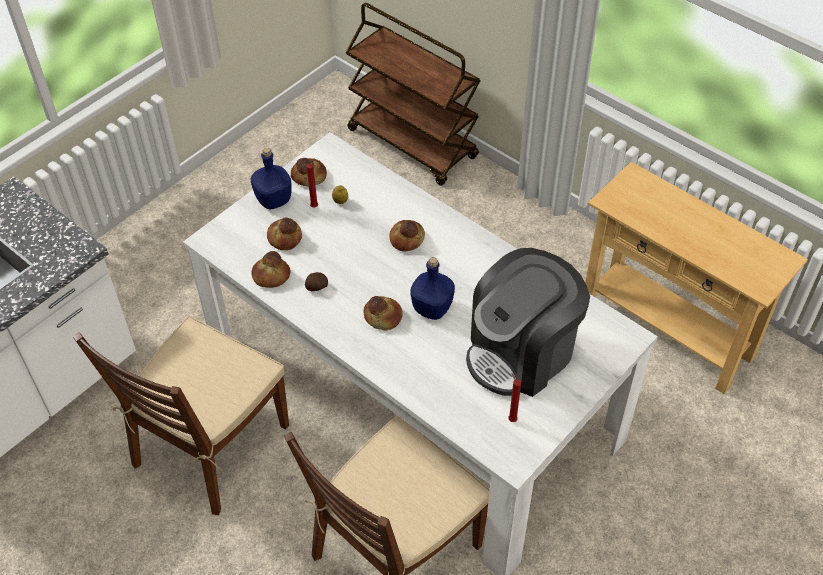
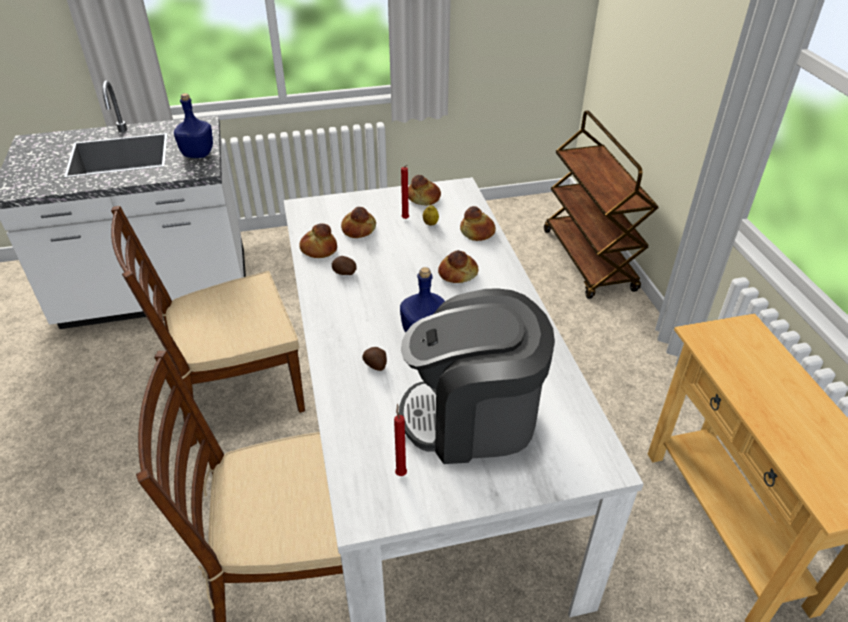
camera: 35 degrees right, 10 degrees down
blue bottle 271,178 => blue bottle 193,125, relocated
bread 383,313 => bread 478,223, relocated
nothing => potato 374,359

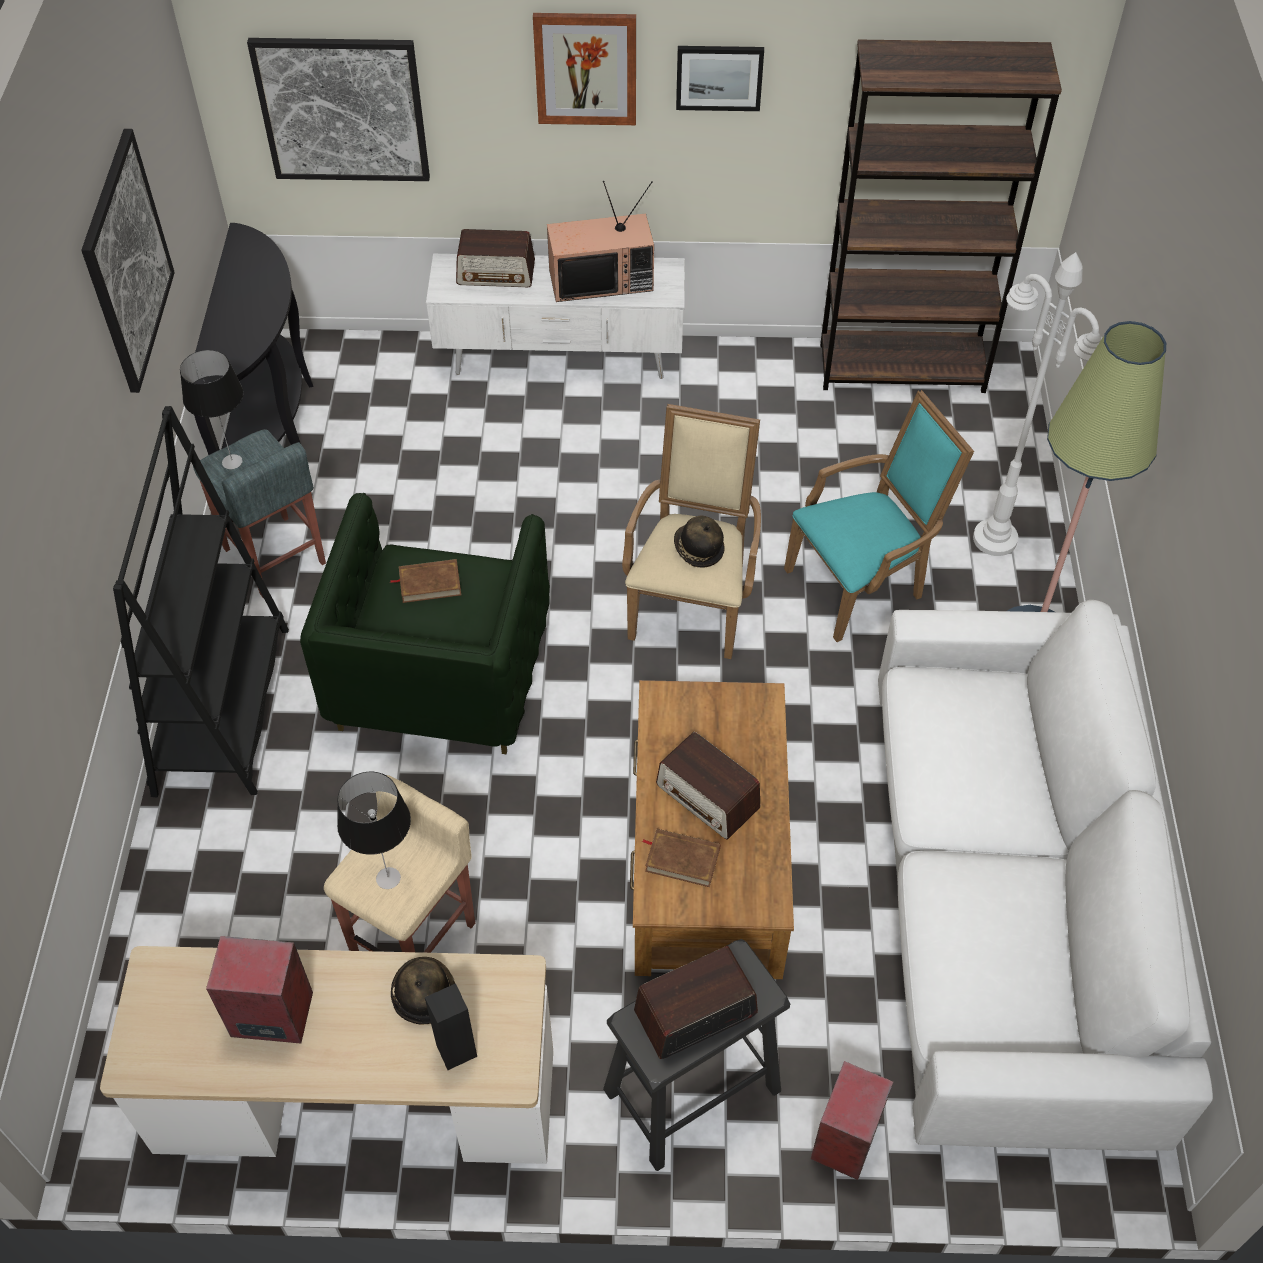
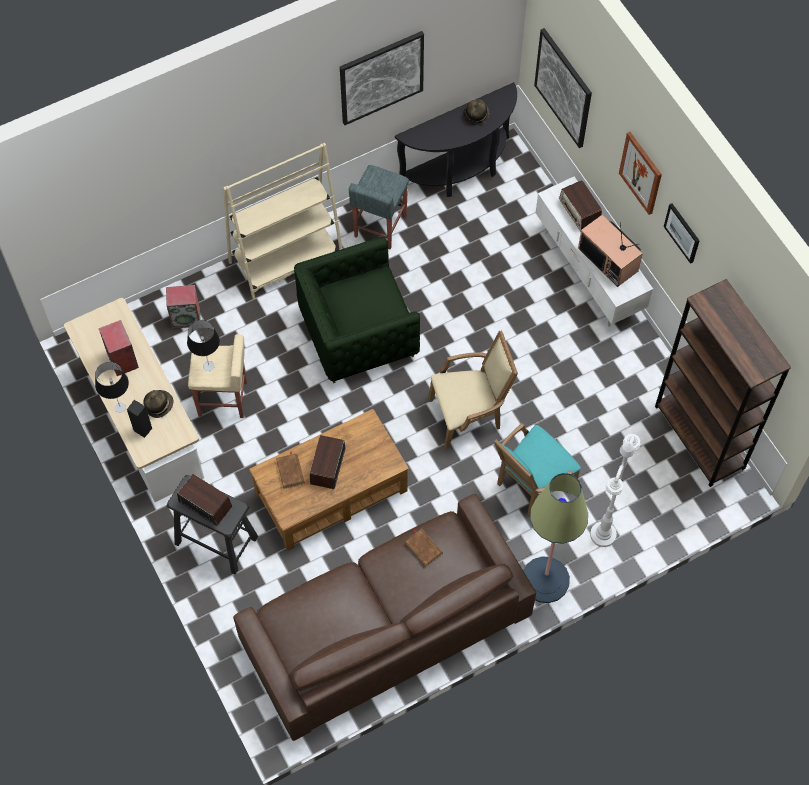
camera: 60 degrees right, 10 degrees up
black bookcase 201,602 => beige bookcase 283,221
table lamp 211,409 => table lamp 112,387, relocated
brown book 425,581 => brown book 424,548, relocated
hat 699,541 => hat 476,112, relocated
turquoise armchair 879,516 => turquoise armchair 537,470, 105 degrees clockwise
speaker 852,1120 => speaker 183,307, relocated
white sofa 1045,875 => brown sofa 384,617

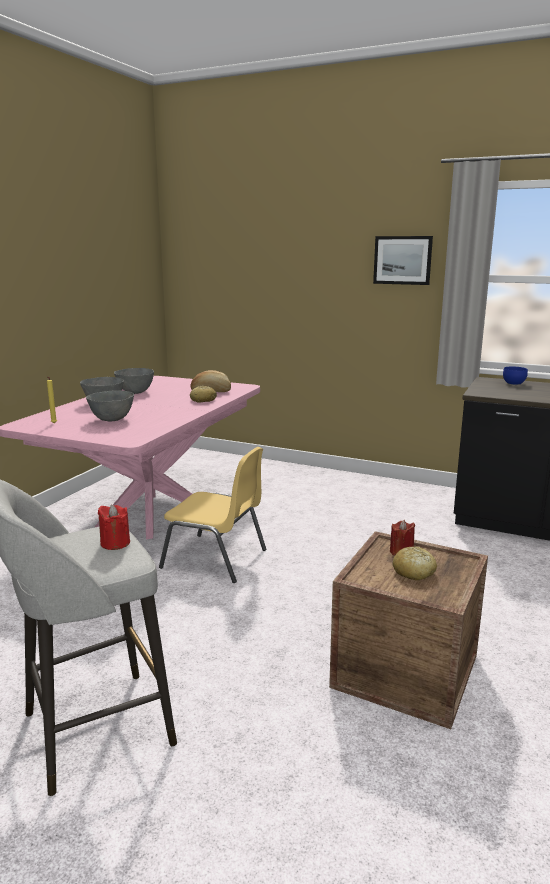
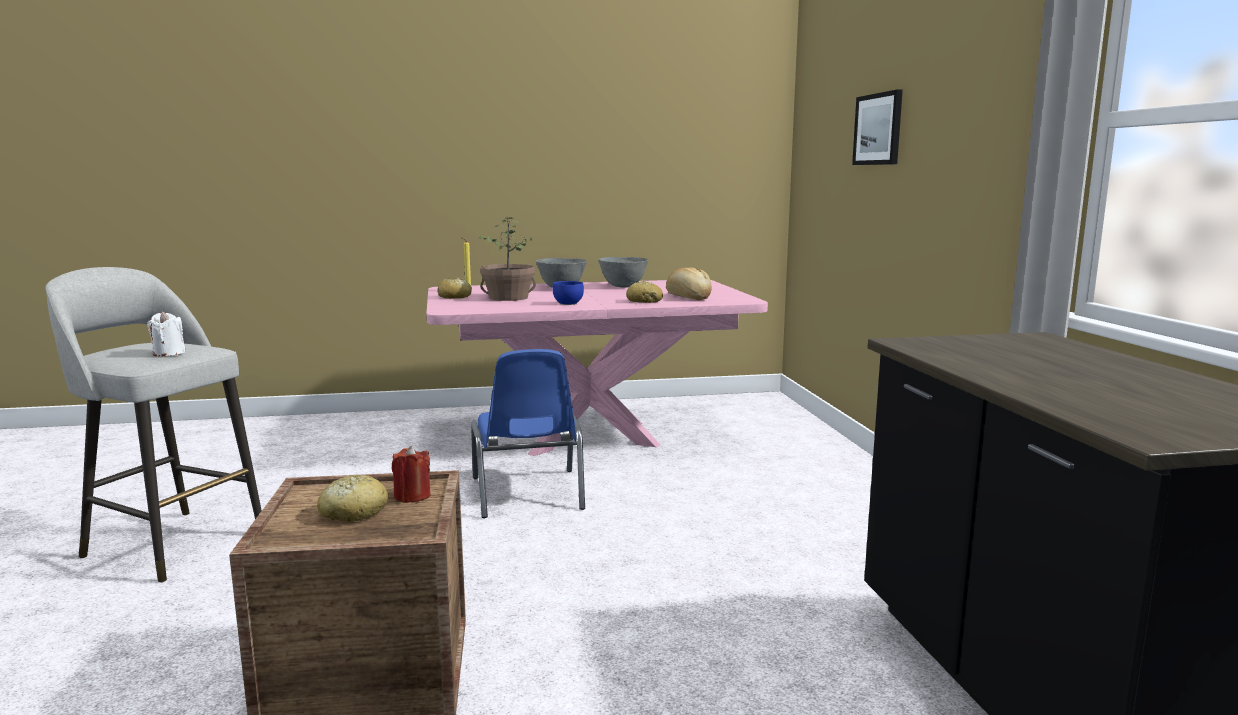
camera: 55 degrees right, 5 degrees down
grey bowl 110,406 => potted plant 507,258
red candle 114,527 => white candle 166,333
yellow chair 212,515 => blue chair 528,433
picture 403,260 => picture 877,127, relocated
blue bowl 515,376 => blue bowl 568,293, relocated
nothing => bread 454,288

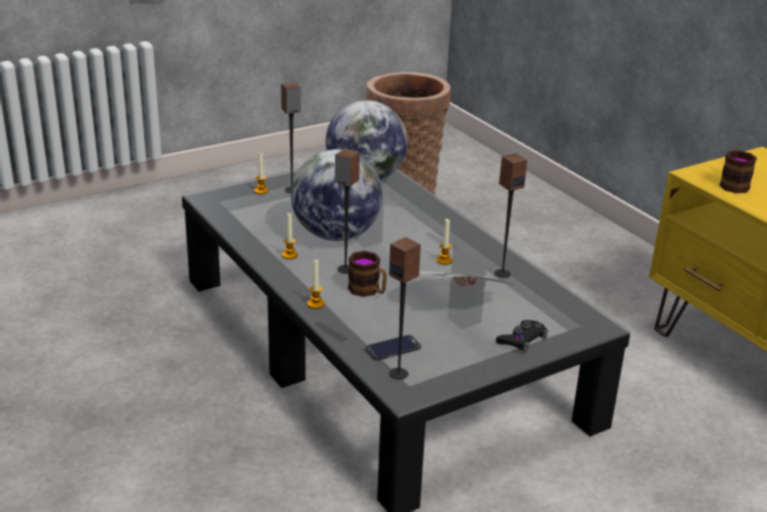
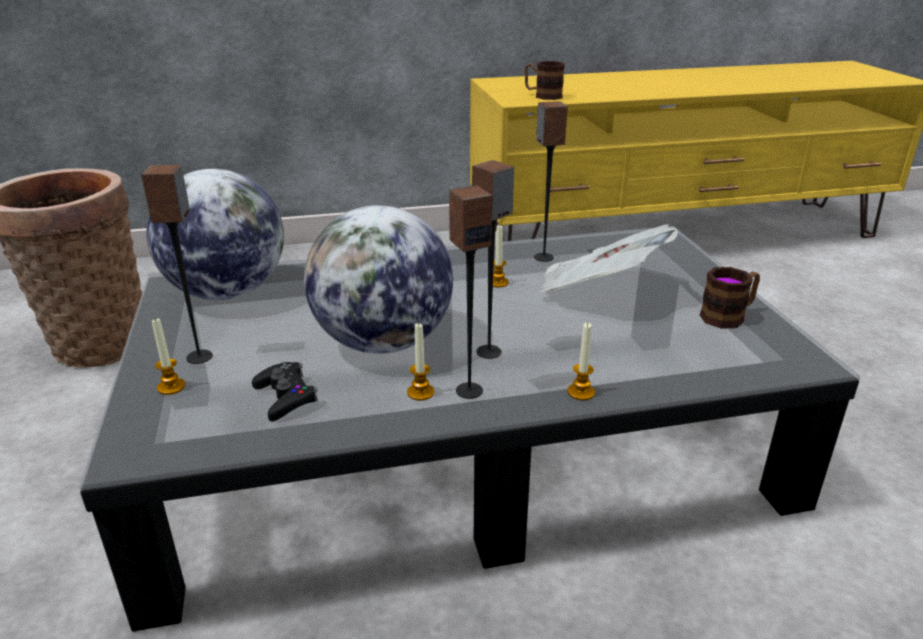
camera: 70 degrees left, 0 degrees up
mug 367,274 => mug 730,298, relocated
phone 393,347 => nothing
speaker 405,308 => speaker 470,292, relocated
black game controller 522,336 => black game controller 285,391, relocated

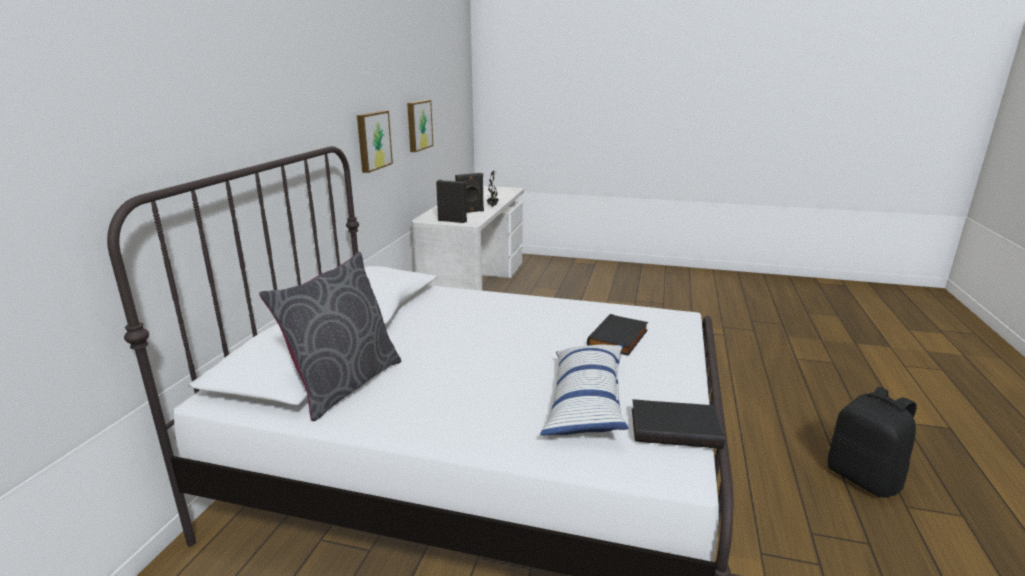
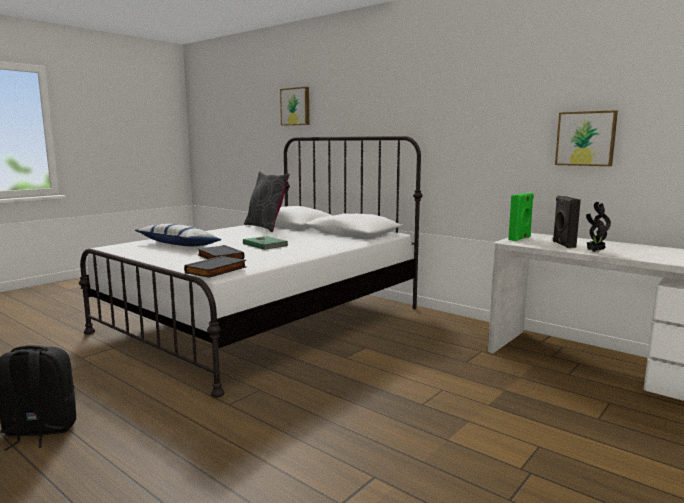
camera: 115 degrees right, 10 degrees down
picture 375,142 => picture 294,106, relocated
black speaker 451,201 => green speaker 521,217
black book 678,424 => black book 215,267, relocated
nothing => green book 266,243

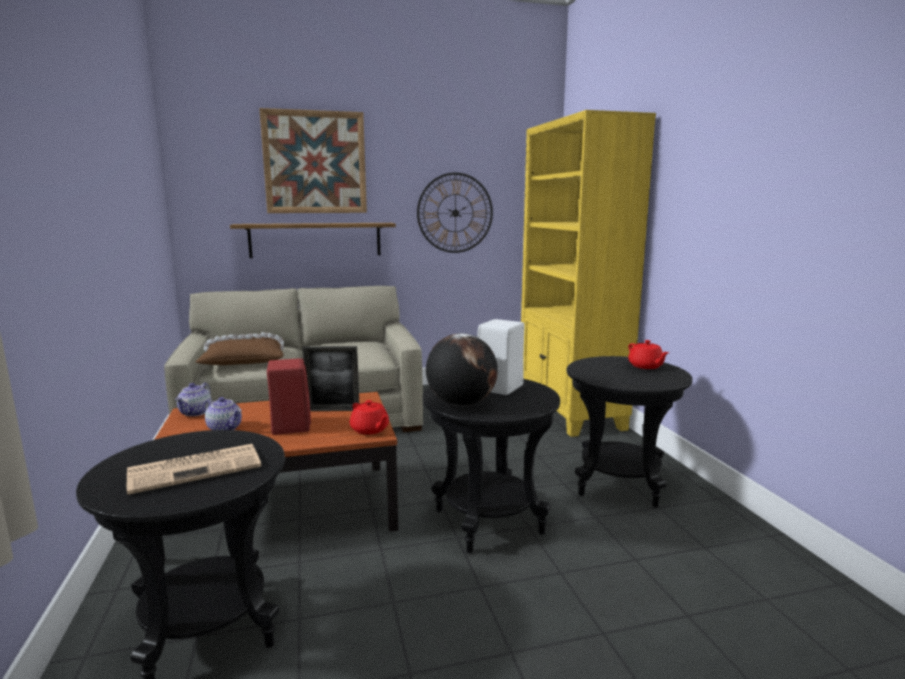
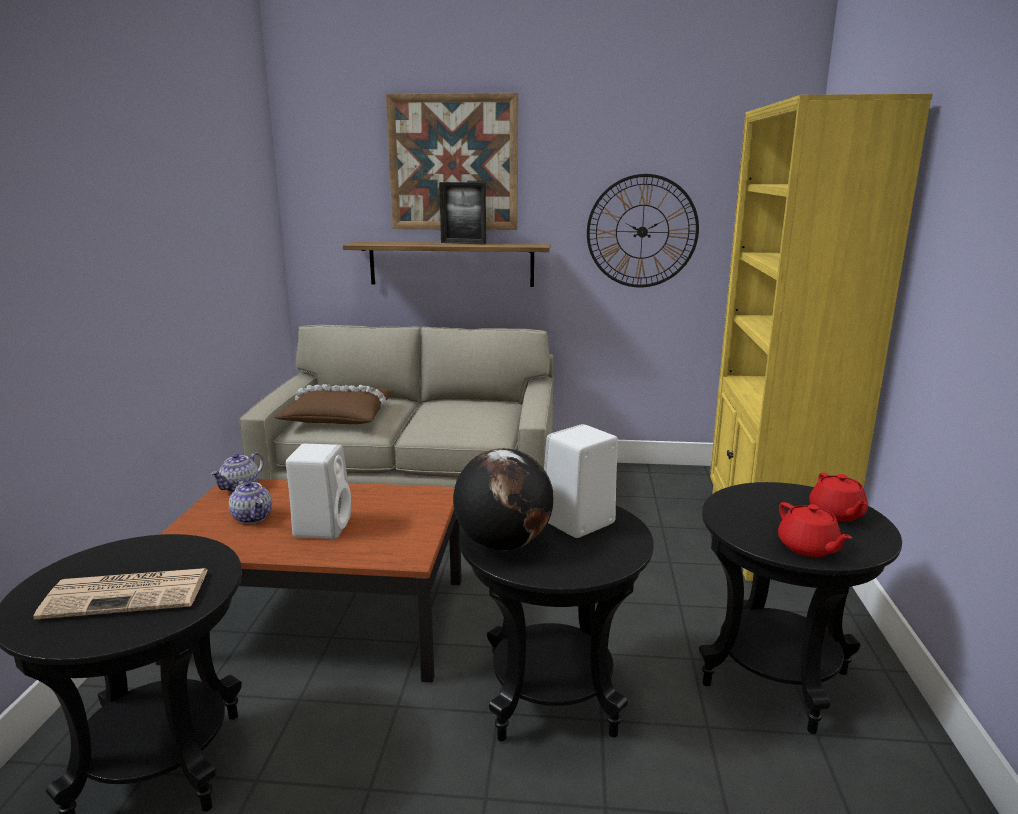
camera: 20 degrees right, 5 degrees up
red speaker 289,396 => white speaker 318,491
picture frame 330,378 => picture frame 462,213, relocated
red teapot 369,417 => red teapot 815,529, relocated

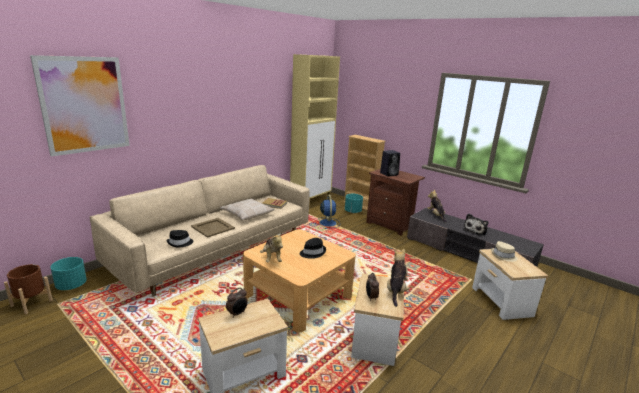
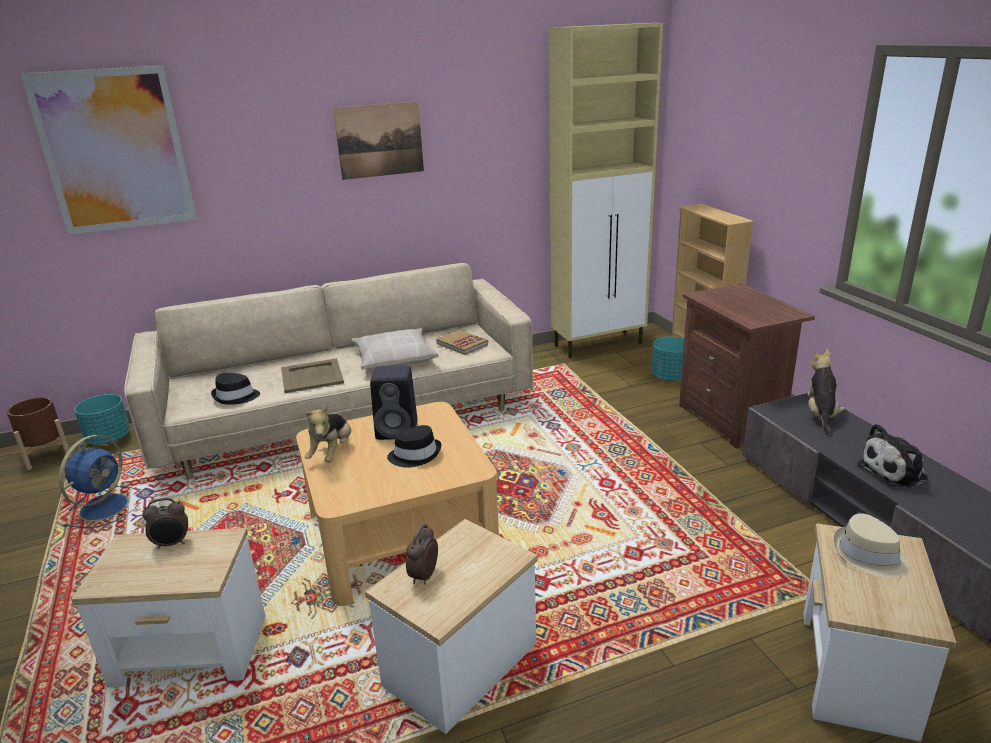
camera: 30 degrees right, 5 degrees up
blue fan 328,212 => blue fan 100,481, relocated
black speaker 390,163 => black speaker 394,402, relocated
plush toy 398,278 => nothing
nothing => picture 378,140

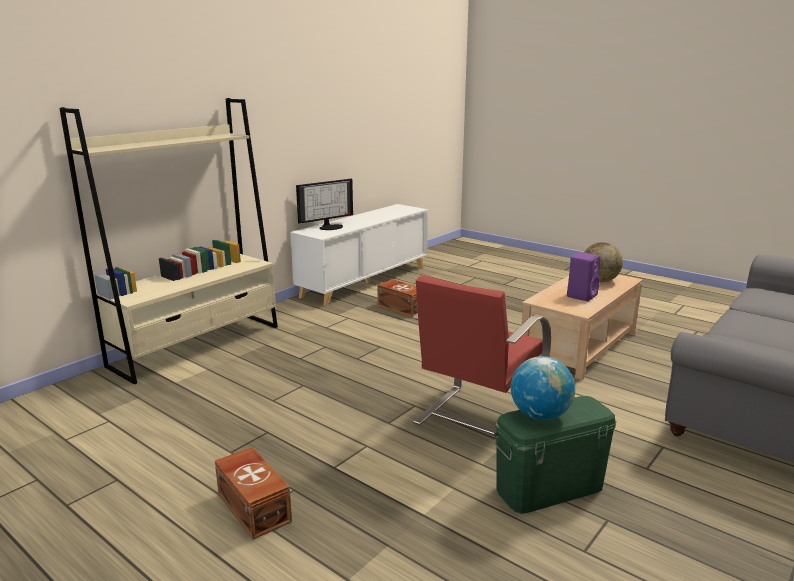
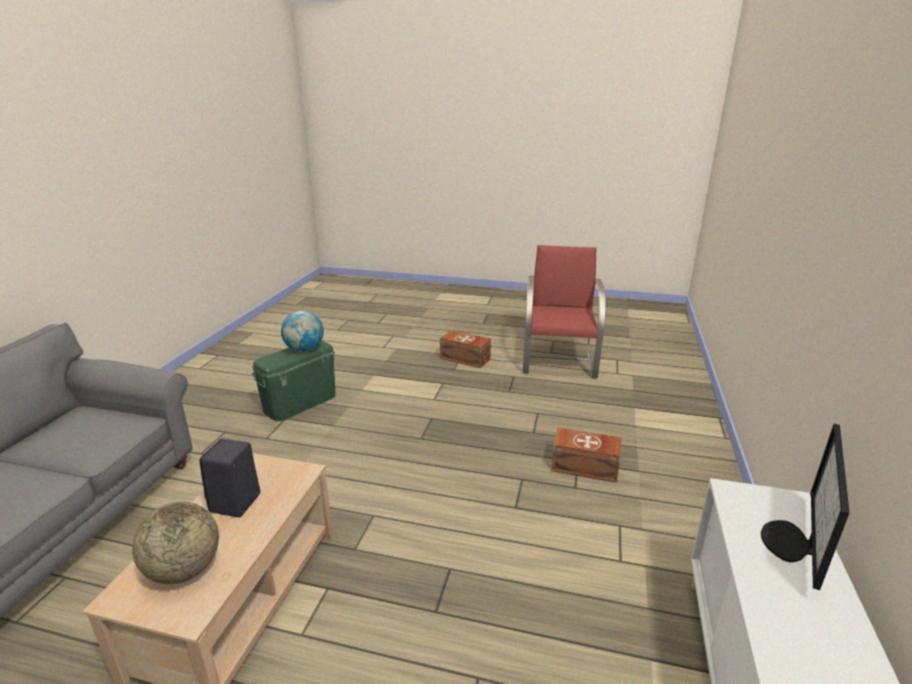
camera: 155 degrees right, 5 degrees up
beige bookcase 168,241 => nothing
brown storage box 397,298 => brown storage box 586,455, relocated
red armchair 482,355 => red armchair 564,311, relocated
purple speaker 583,276 => black speaker 229,477

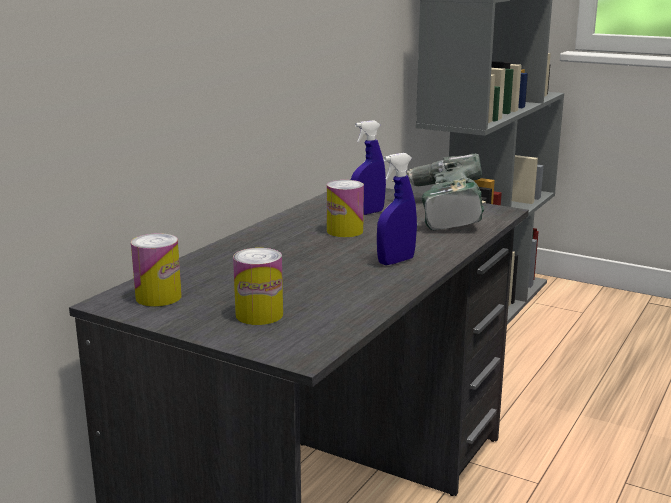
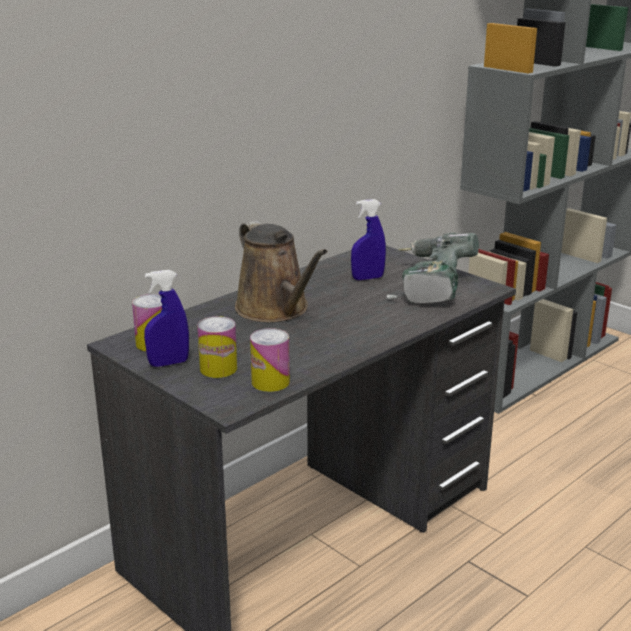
camera: 15 degrees right, 5 degrees up
can 345,208 => can 270,360, relocated
blue spray bottle 397,209 => blue spray bottle 166,318, relocated
nothing => brown watering can 281,271

